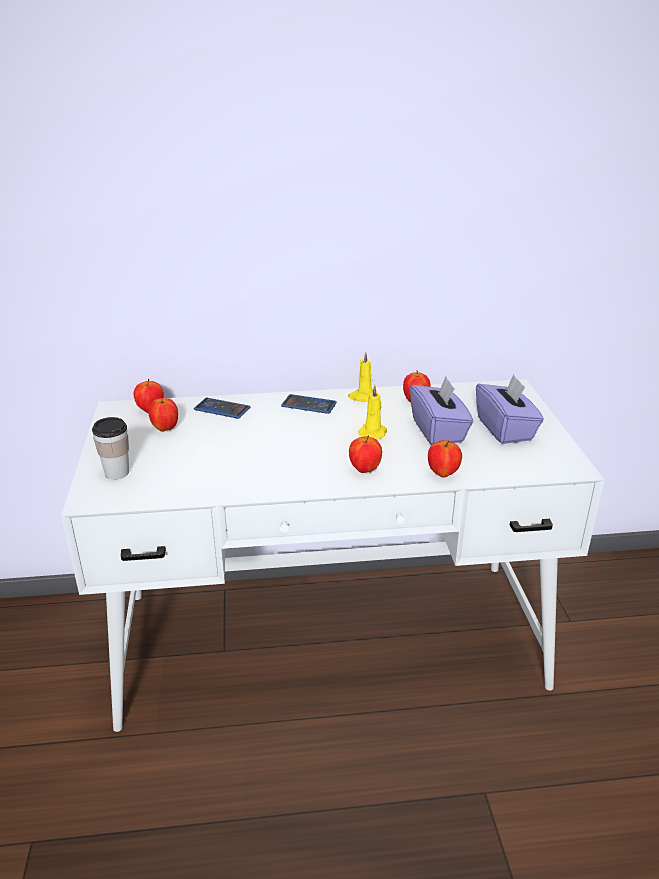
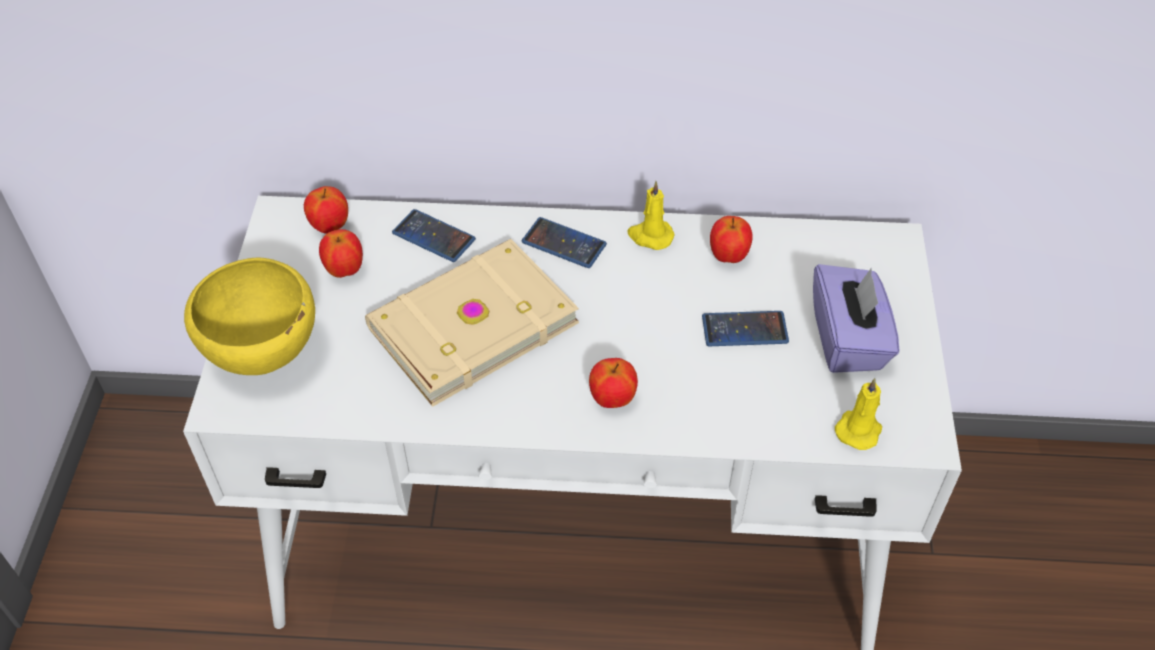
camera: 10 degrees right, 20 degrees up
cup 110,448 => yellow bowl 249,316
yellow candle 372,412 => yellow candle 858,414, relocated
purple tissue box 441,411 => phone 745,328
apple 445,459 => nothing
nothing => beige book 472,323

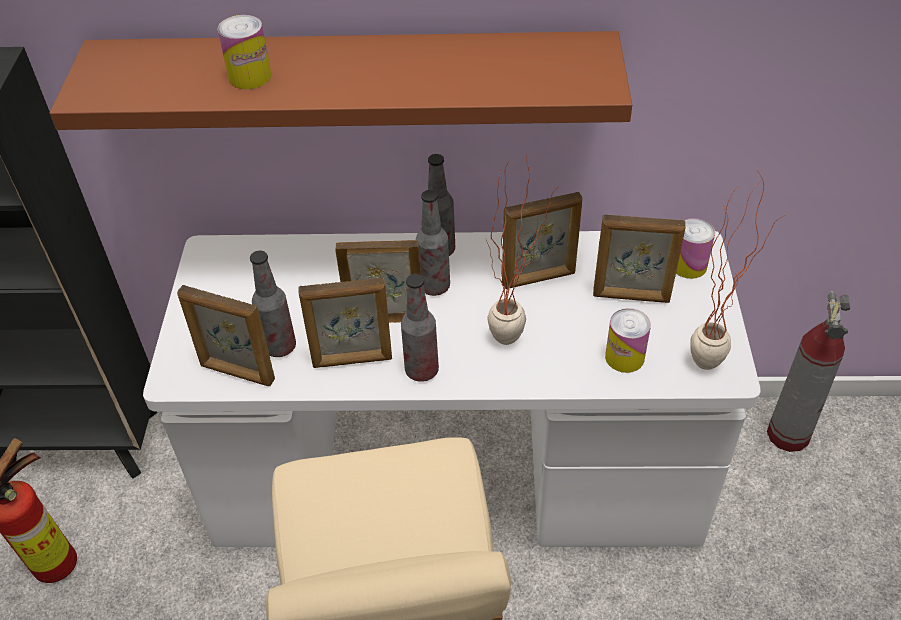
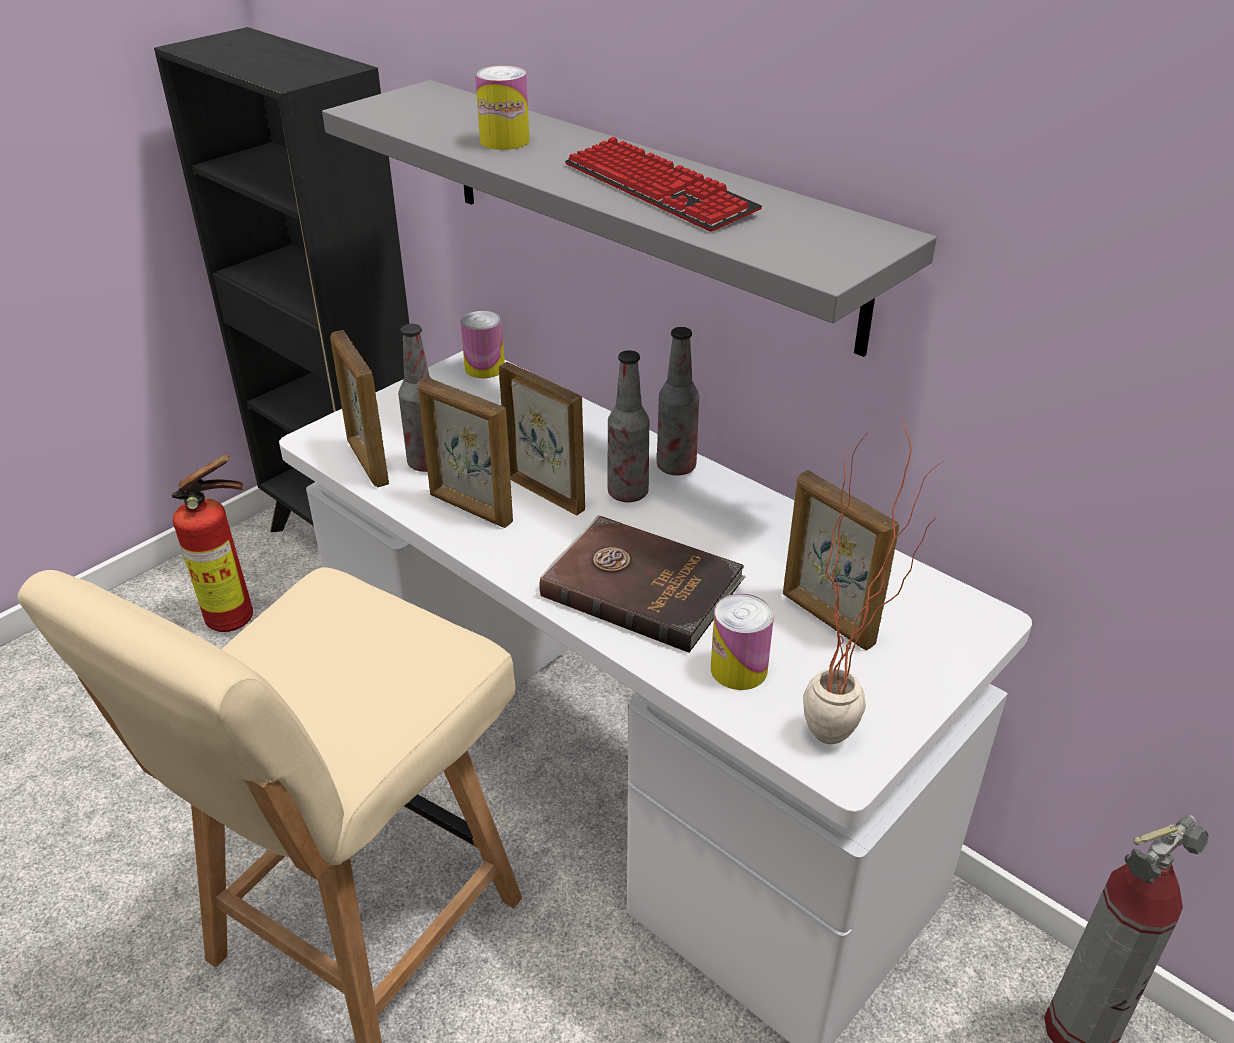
camera: 40 degrees right, 10 degrees down
brown shelf 341,80 => grey shelf 629,218
bottle 420,328 => nothing
potted plant 523,251 => brown book 642,584
picture frame 542,240 => nothing
can 695,248 => can 482,344, relocated
nothing => keyboard 663,184

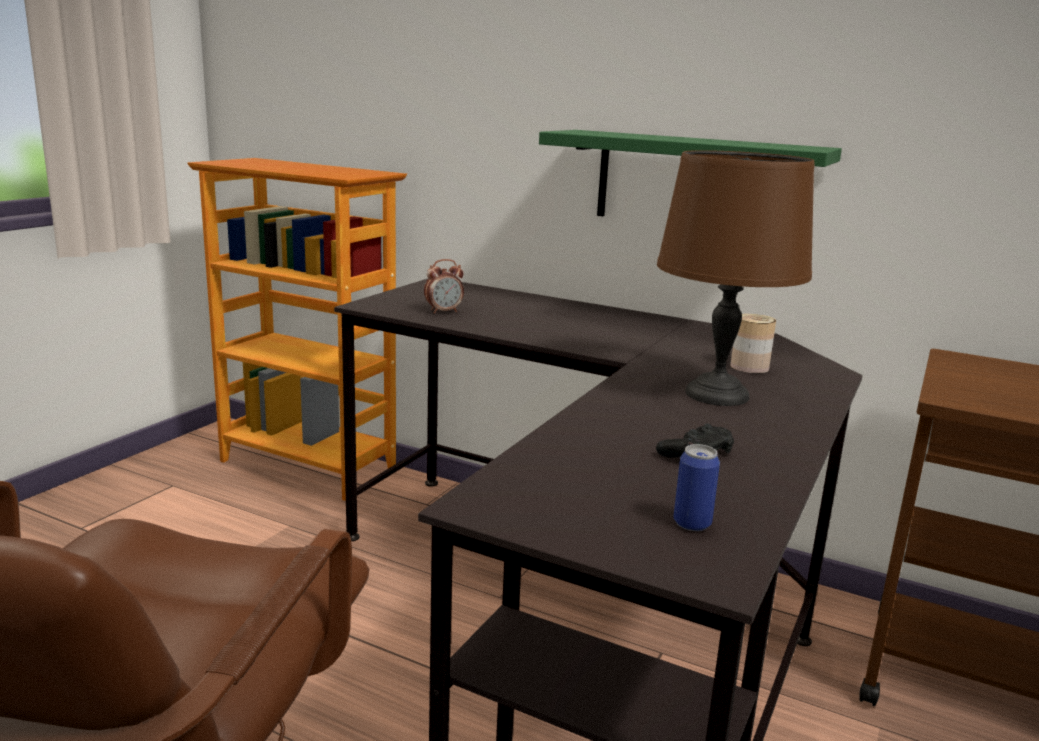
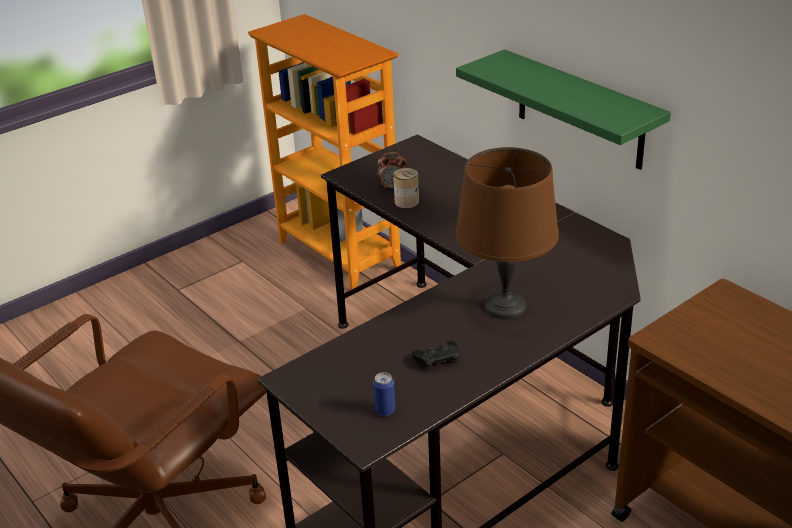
camera: 25 degrees right, 15 degrees up
can 753,343 => can 406,188, relocated

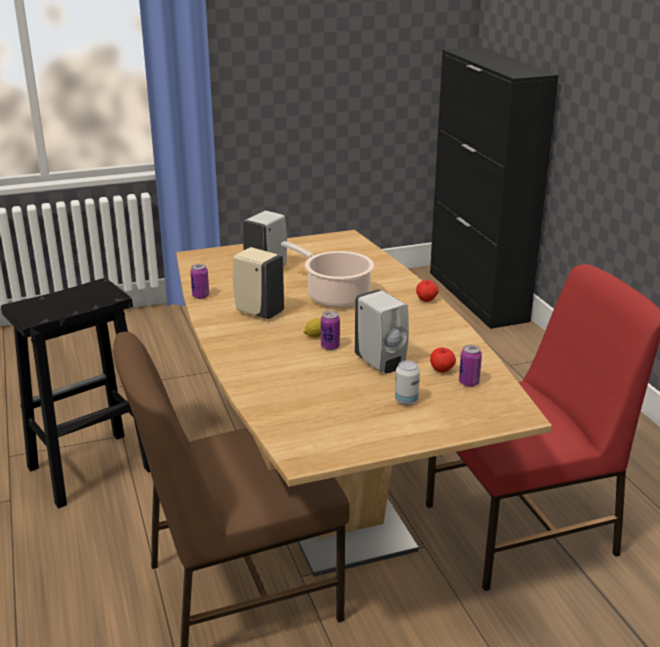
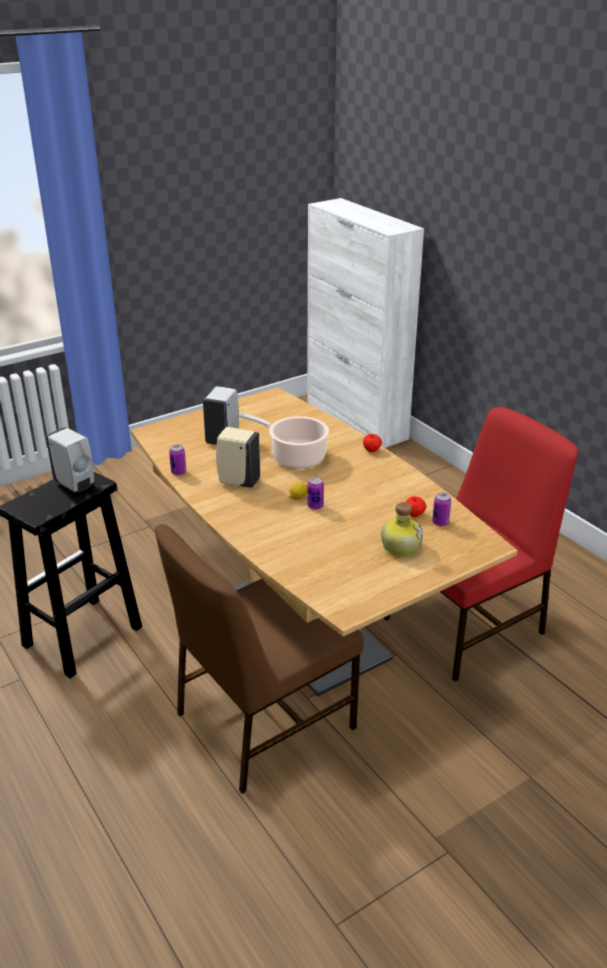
camera: 15 degrees left, 5 degrees up
white soap dispenser 382,331 => white soap dispenser 70,460, relocated
can 407,382 => bottle 402,529
black cabinet 494,188 => white cabinet 365,323

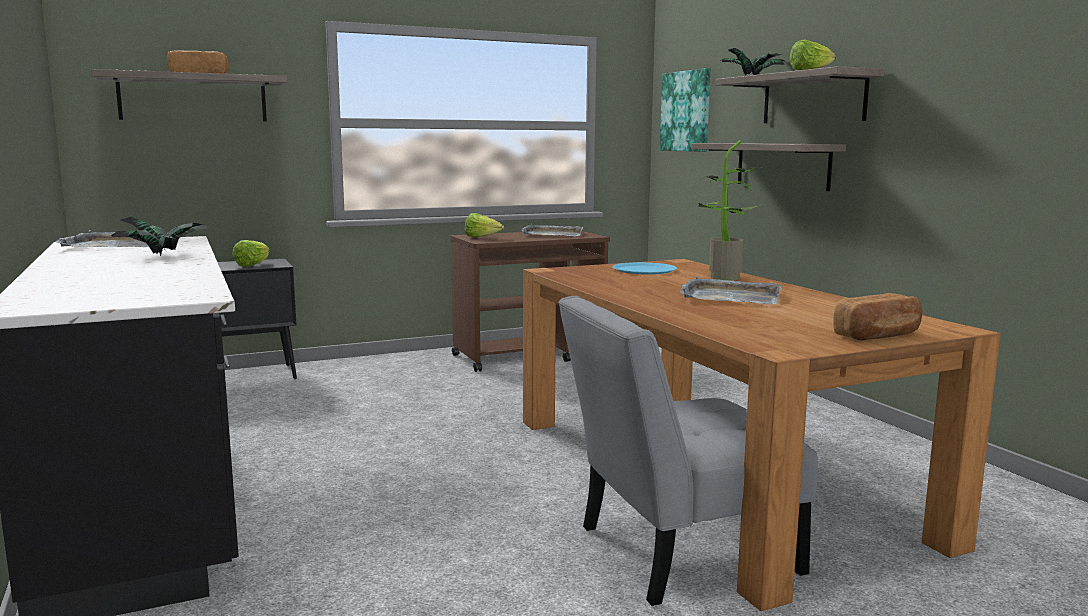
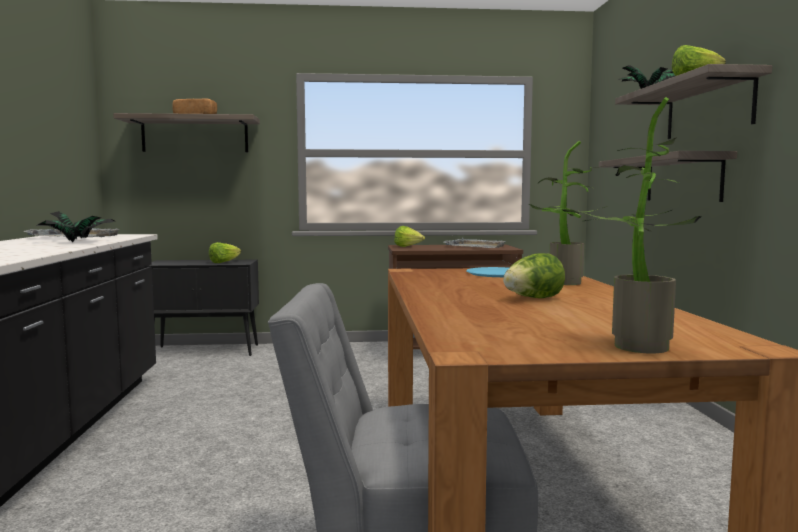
camera: 20 degrees right, 5 degrees down
picture 685,110 => nothing
grey tray 731,290 => lettuce 534,275
bread 877,317 => potted plant 643,225

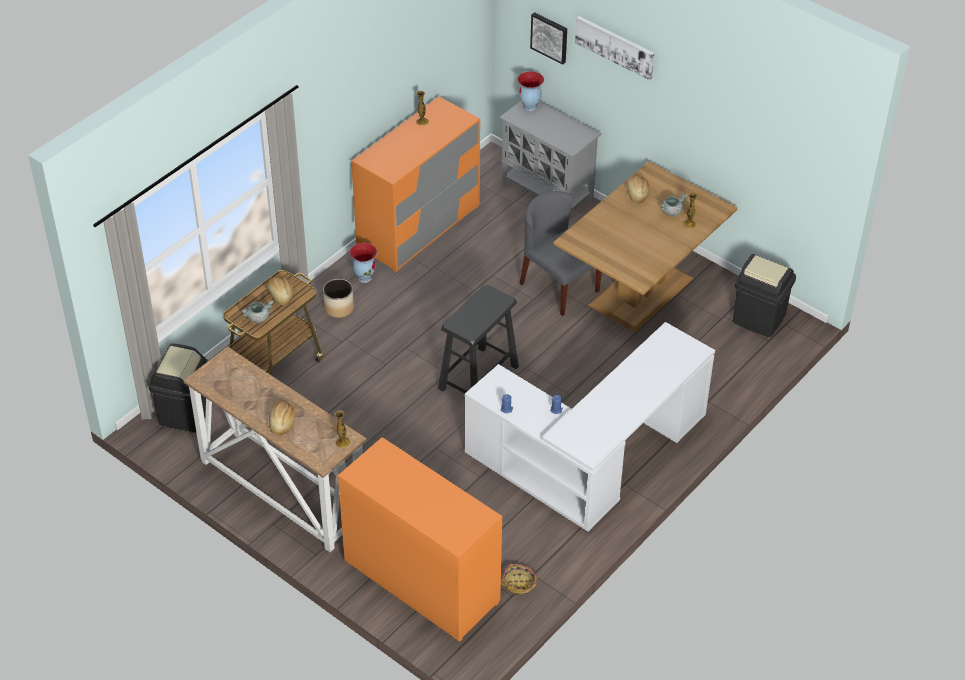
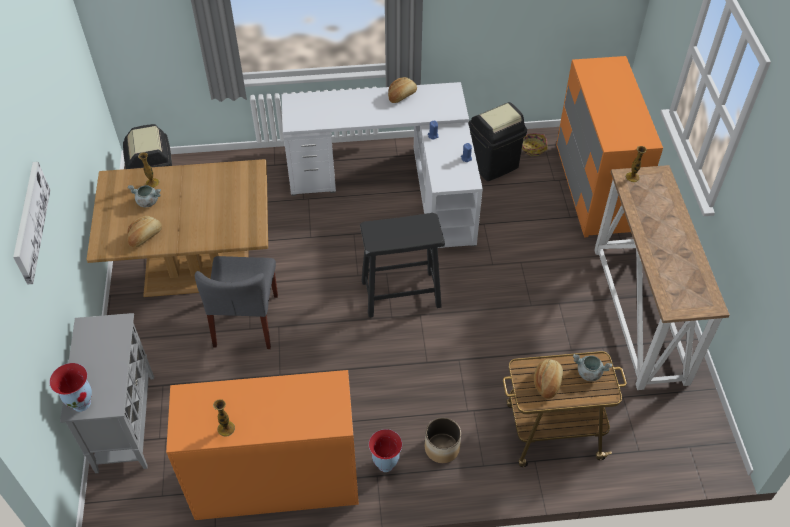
camera: 135 degrees left, 5 degrees up
black trash can 179,388 => black trash can 497,141, relocated
bread 282,418 => bread 402,90, relocated
picture 548,38 => nothing

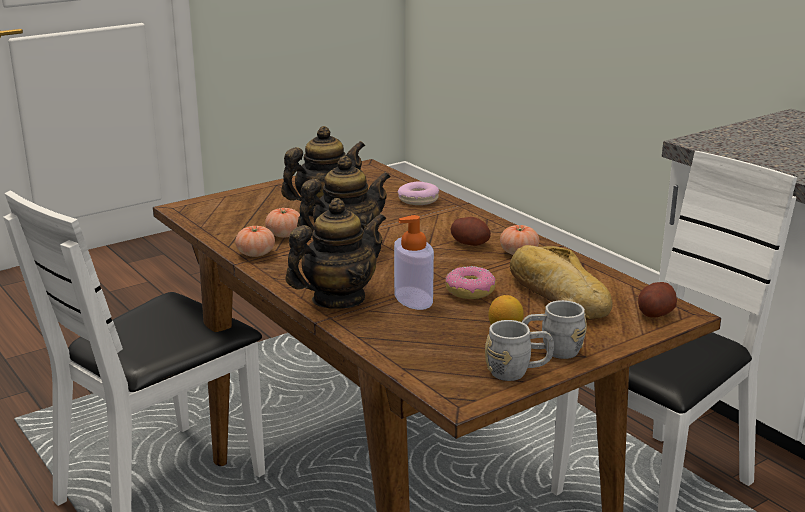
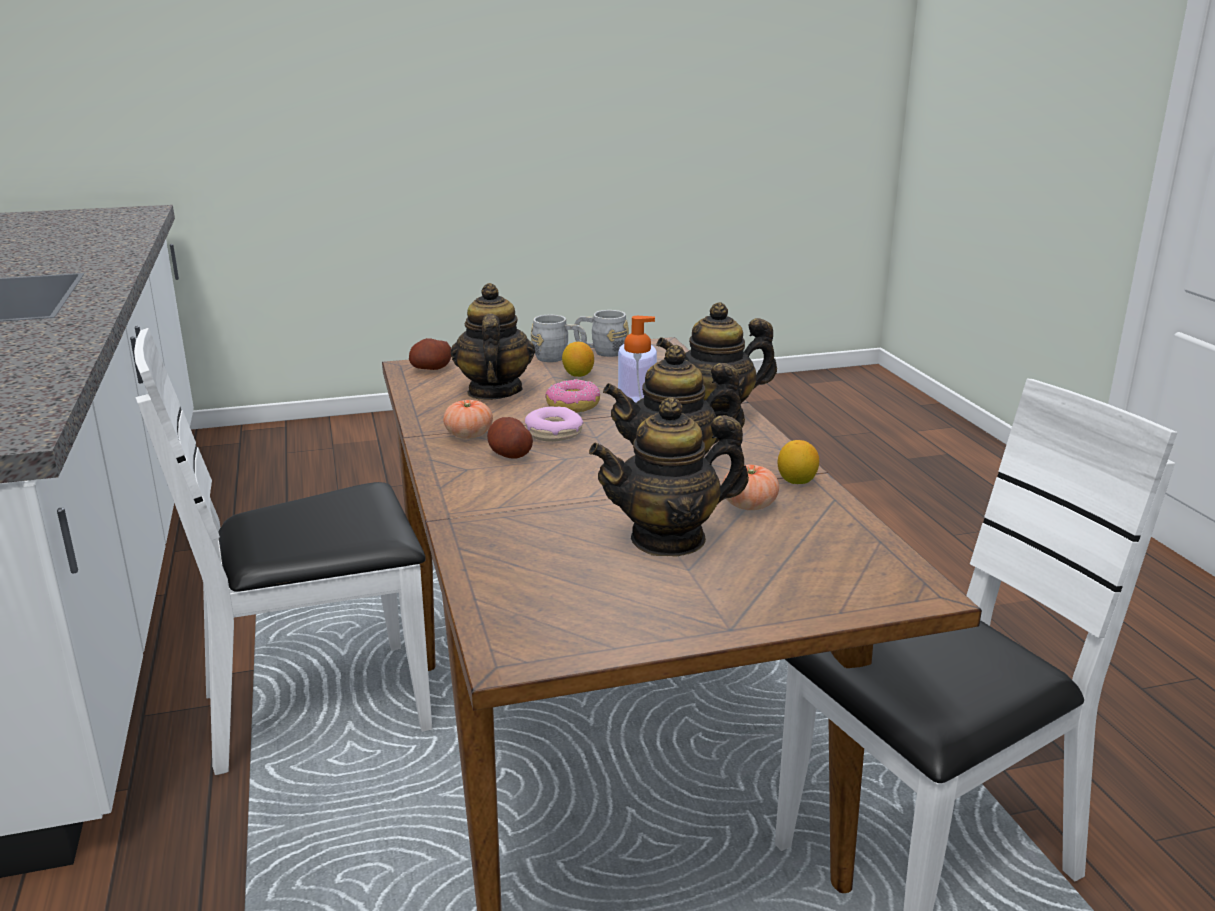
camera: 160 degrees left, 0 degrees up
tomato 255,241 => lemon 798,462
donut 418,193 => donut 554,424, relocated
bread 561,282 => teapot 493,341

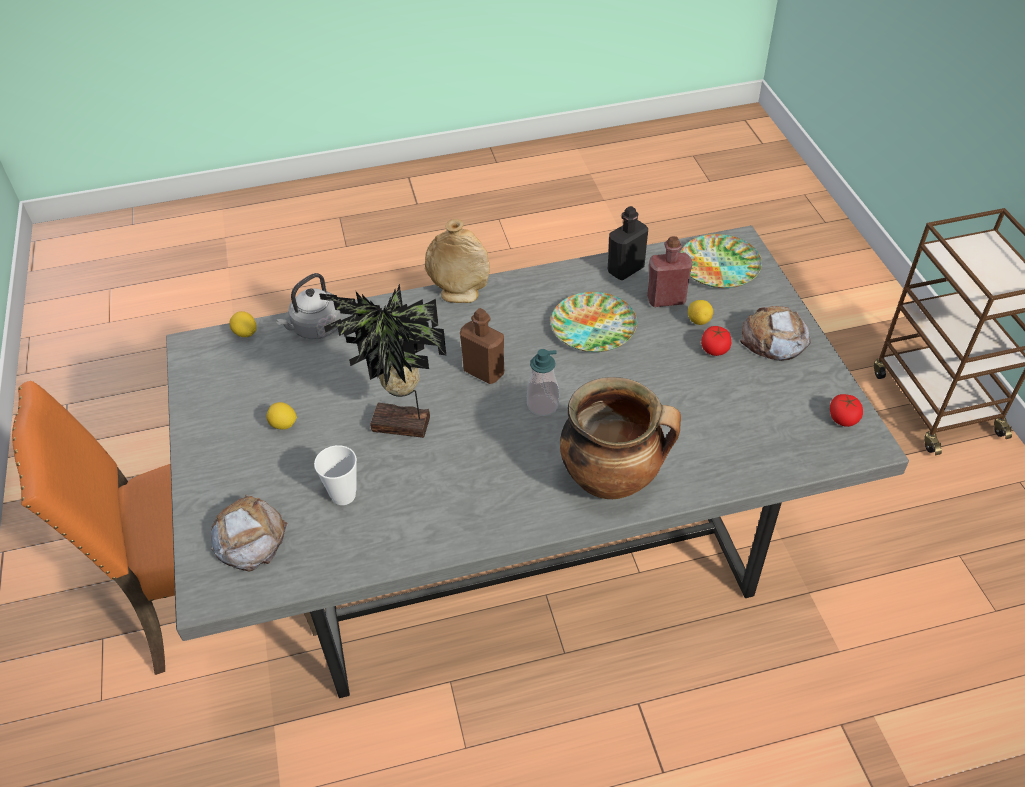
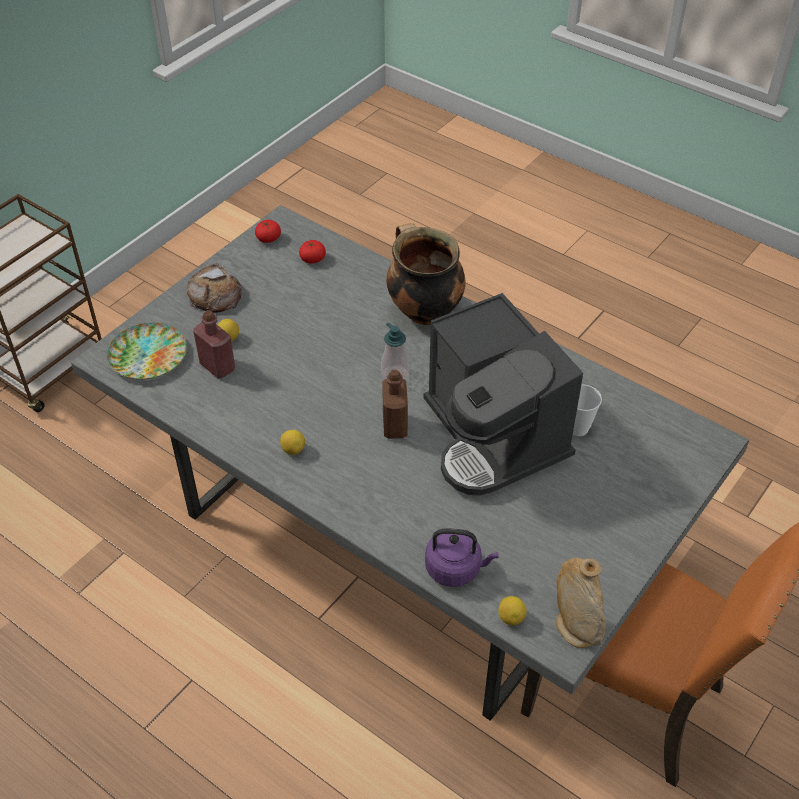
camera: 130 degrees left, 0 degrees up
bread 249,533 => nothing
lemon 281,416 => lemon 292,442, relocated
grey kettle 309,306 => purple kettle 461,557
potted plant 382,360 => coffee machine 503,394
beige vase 457,261 => beige vase 581,603, relocated
plate 594,322 => nothing
black bottle 628,243 => nothing
tomato 716,341 => tomato 312,251, relocated

